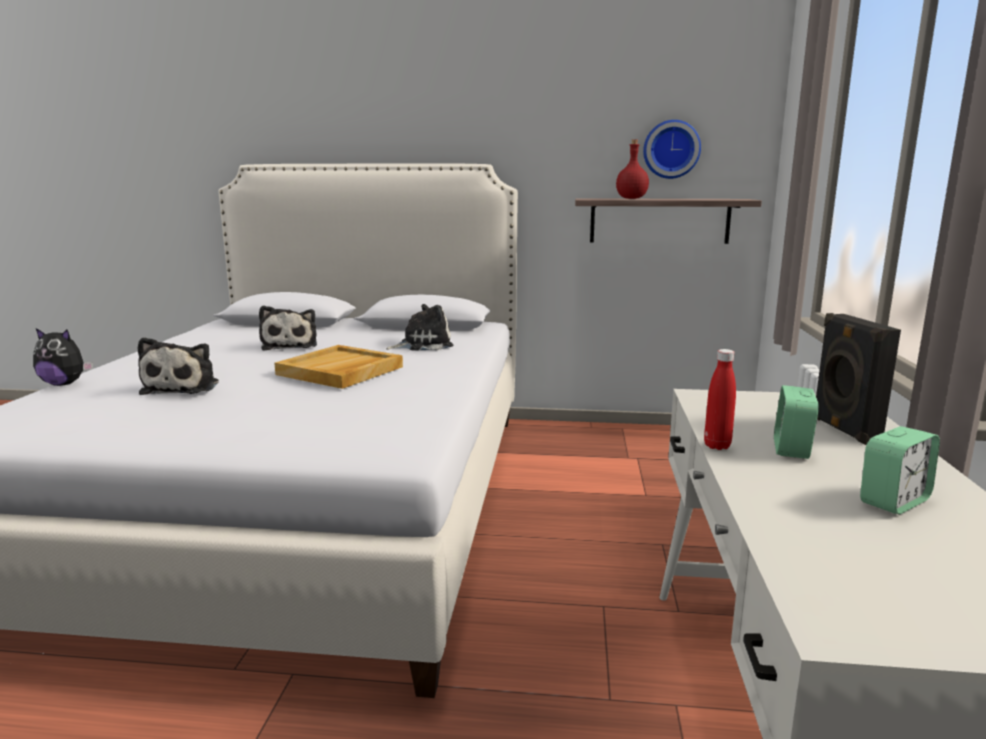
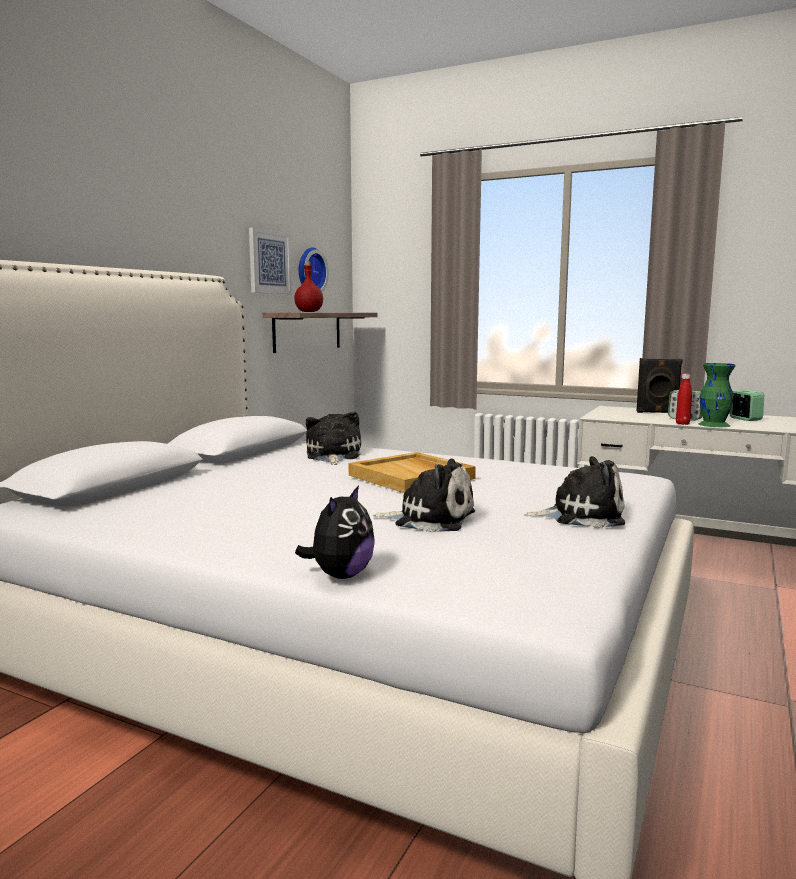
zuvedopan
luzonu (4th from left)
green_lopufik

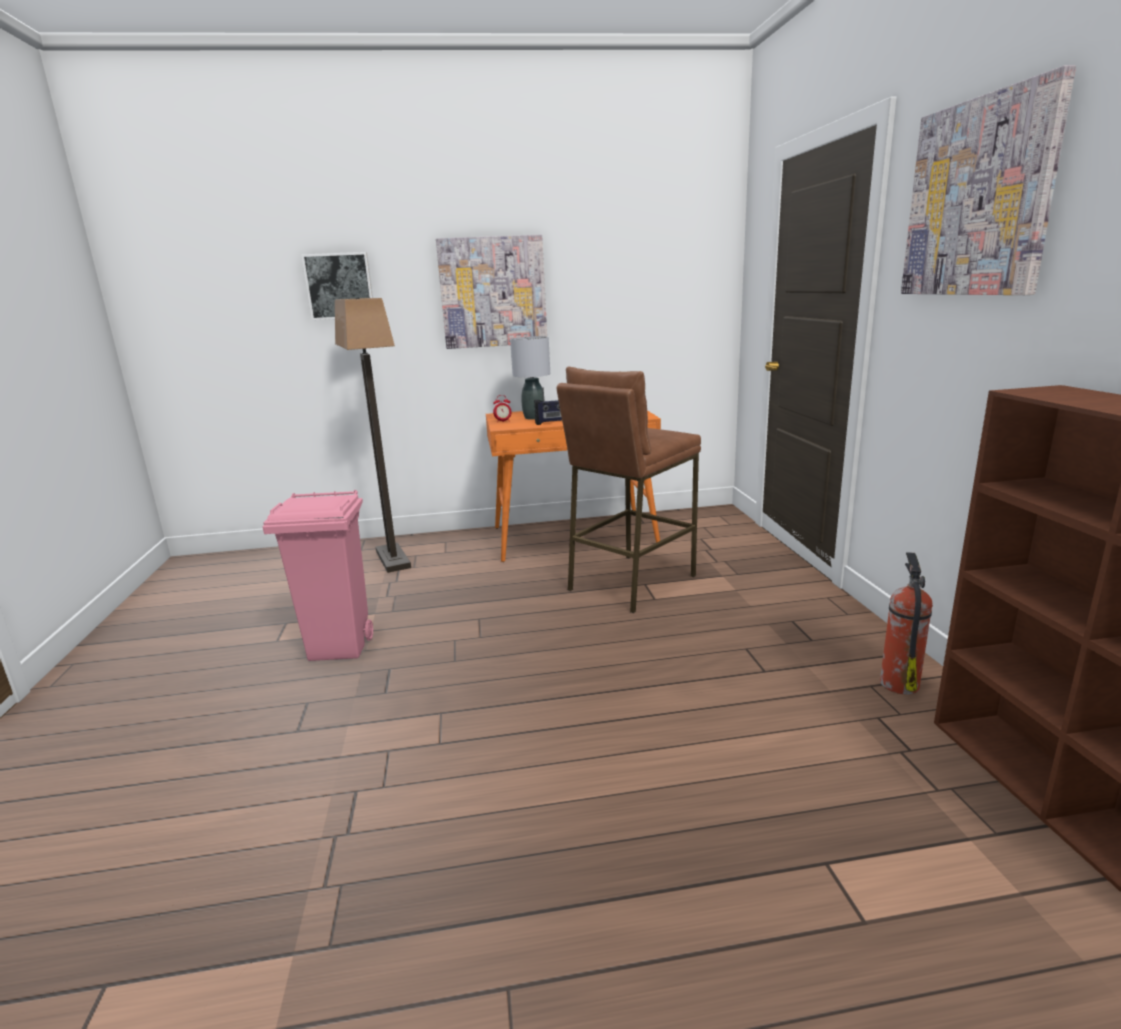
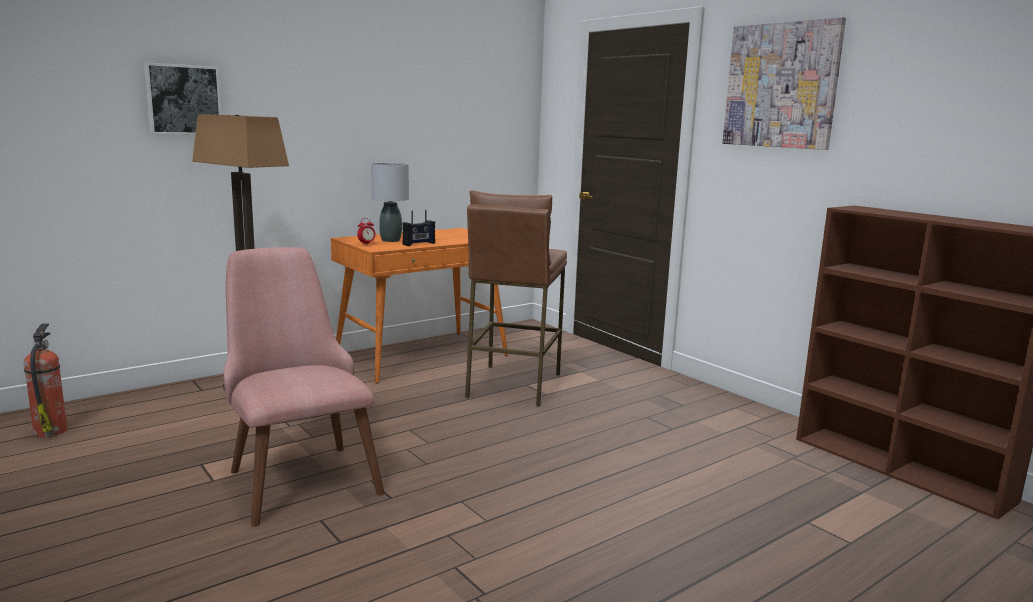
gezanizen
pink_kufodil
zuvedopan (2nd from left in the first image)

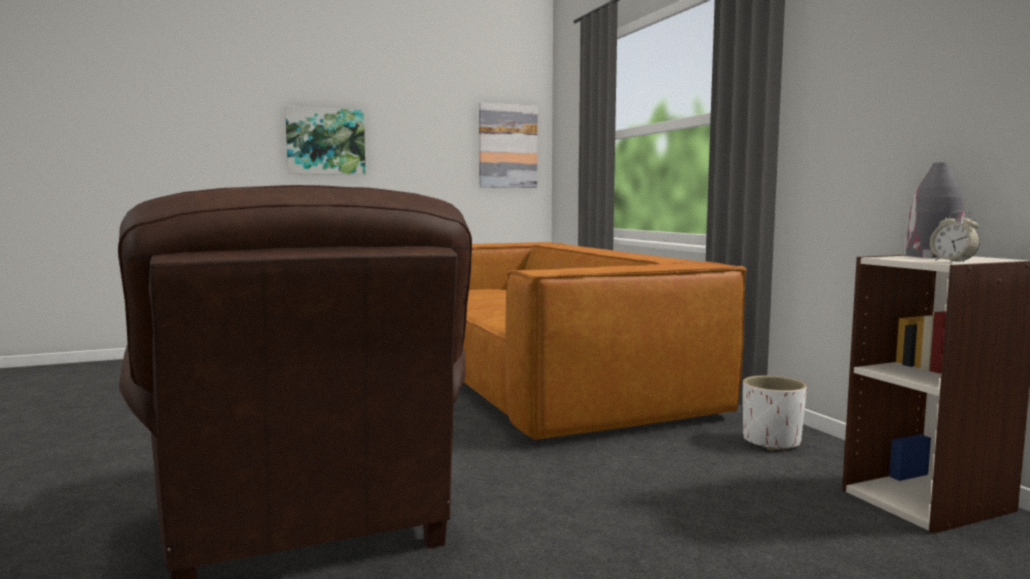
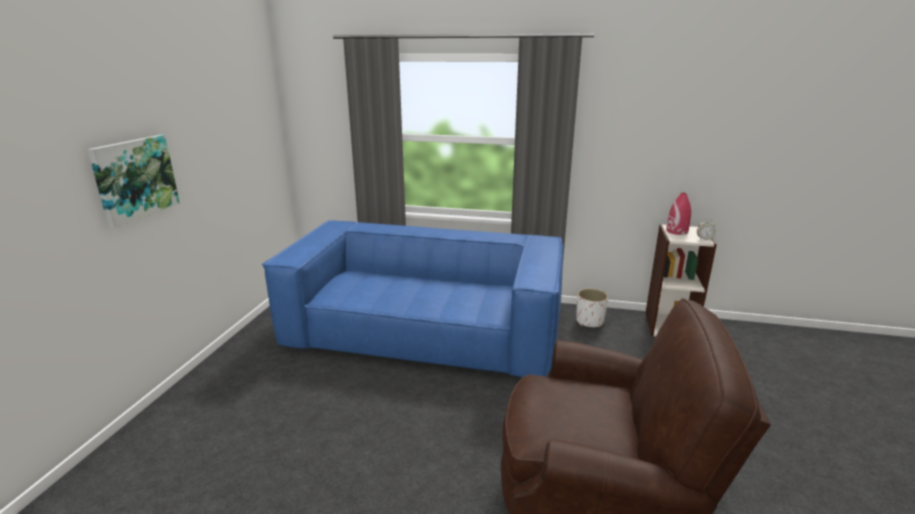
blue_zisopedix
red_lopufik
zuvedopan (2nd from left in the first image)

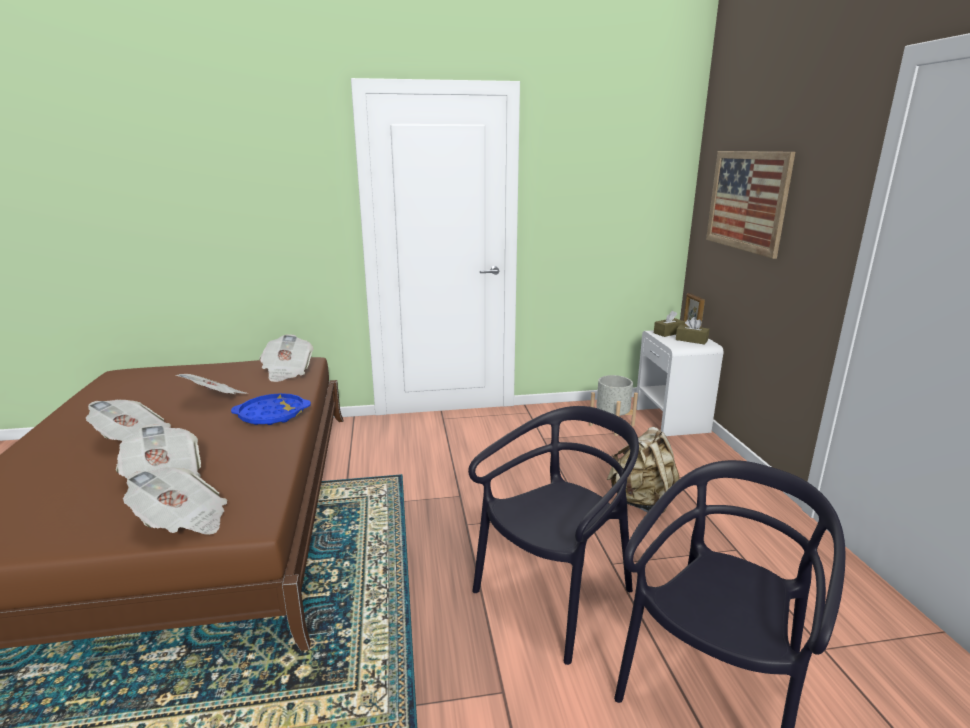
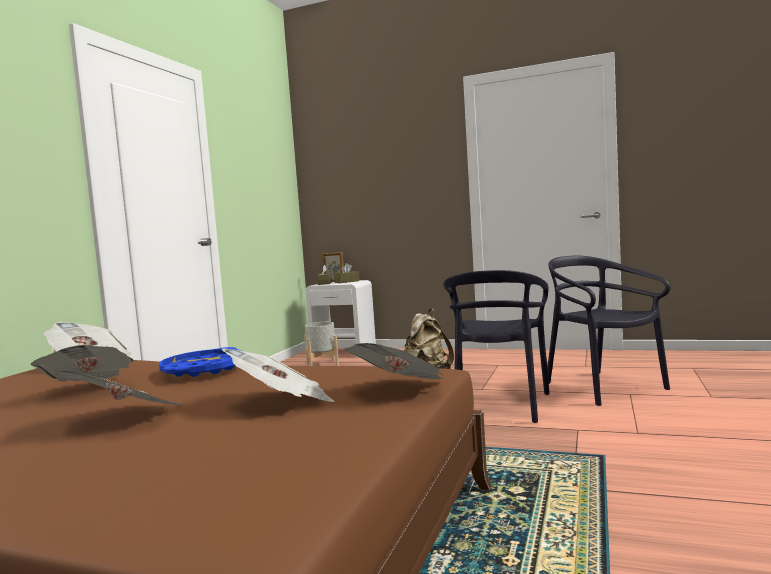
black_kufodil (1st from left)
zuvedopan

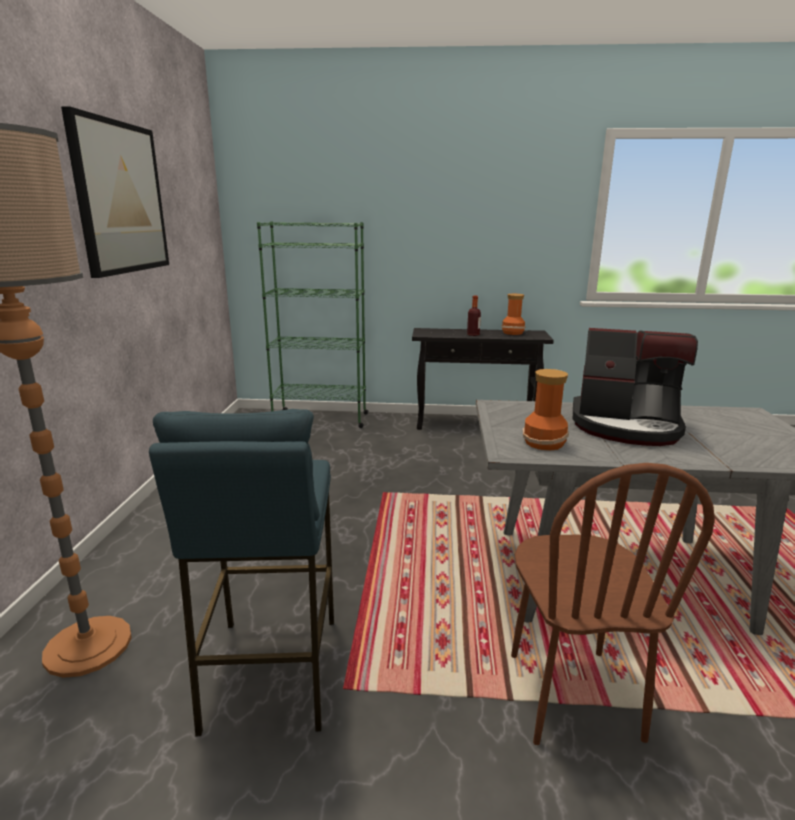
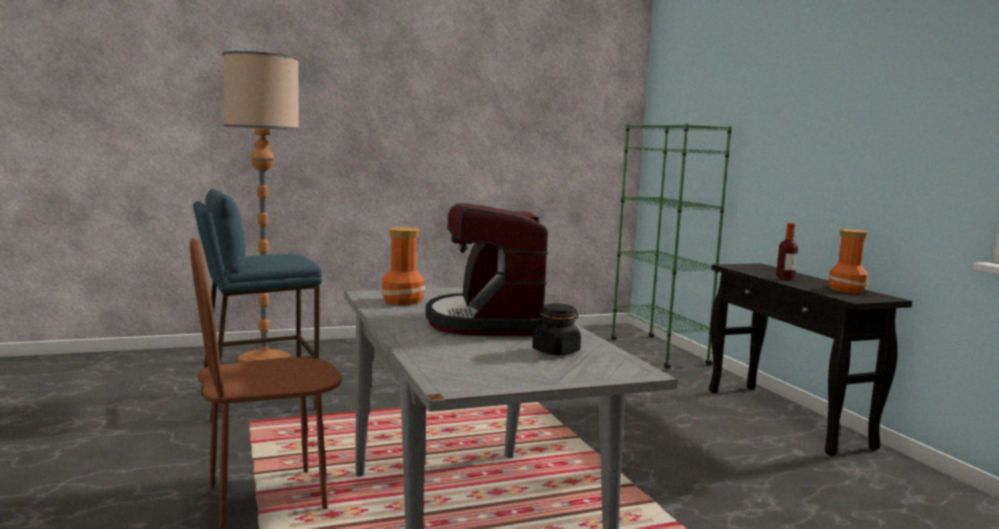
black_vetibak
zuvedopan

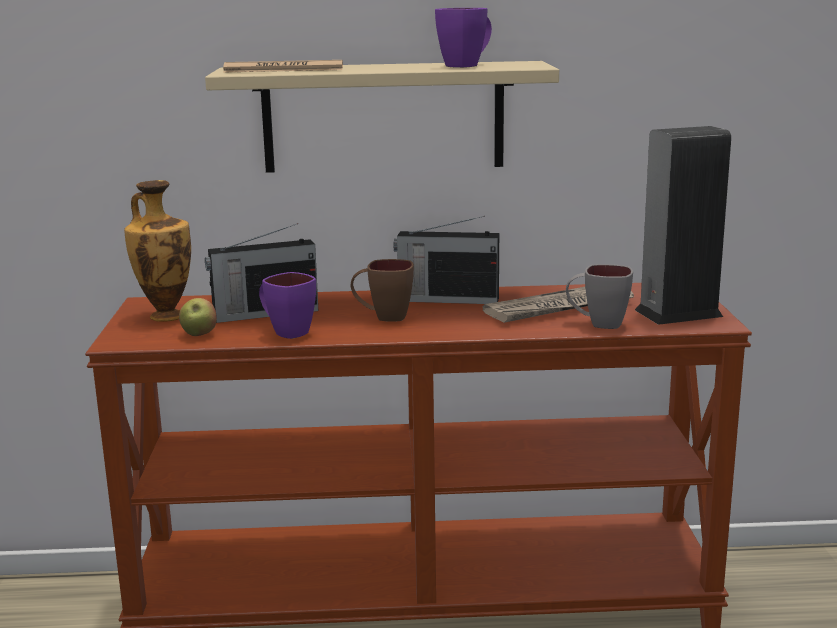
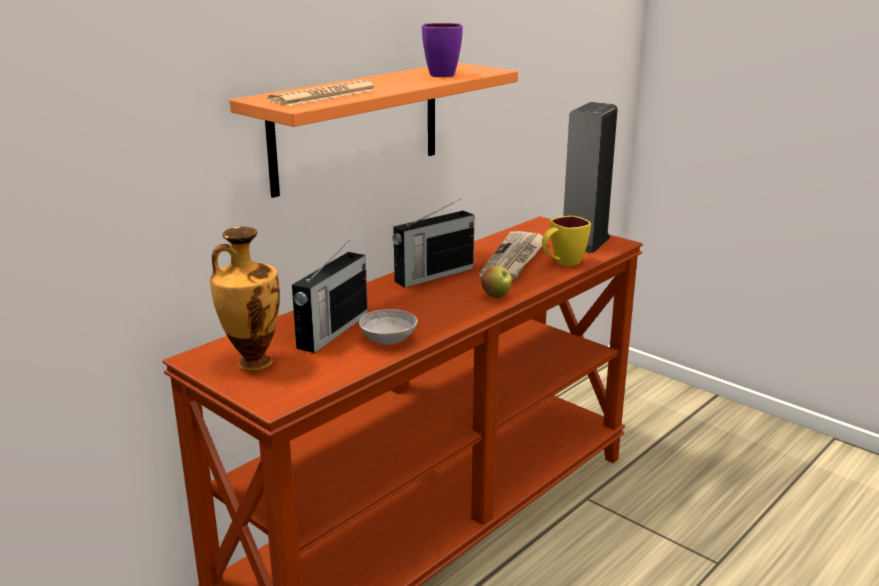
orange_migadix
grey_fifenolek
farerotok
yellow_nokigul
brown_nokigul

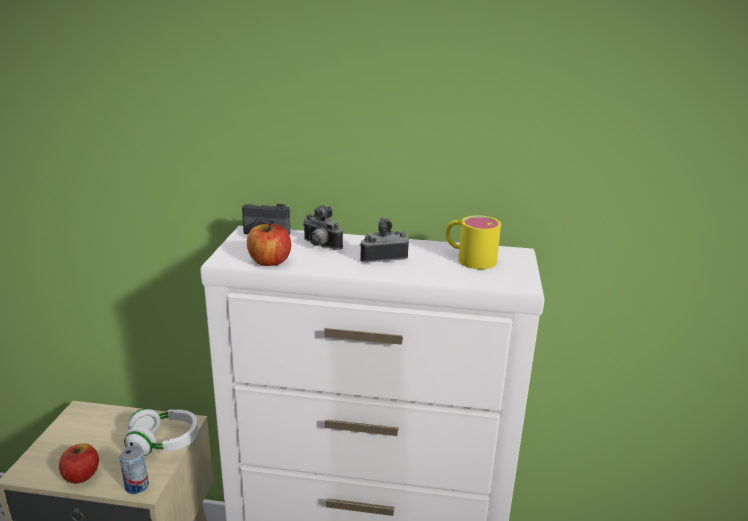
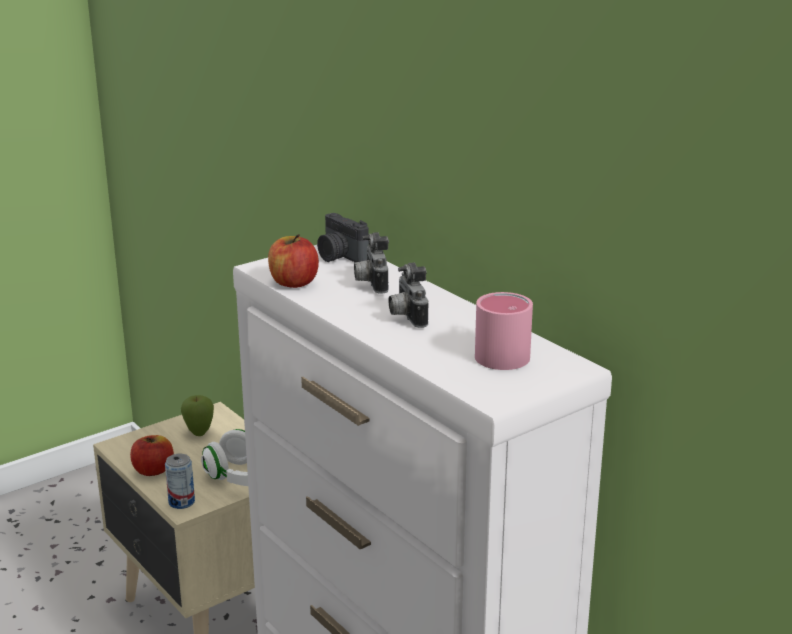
farerotok (2nd from left)
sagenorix (3rd from left)
pink_nokigul

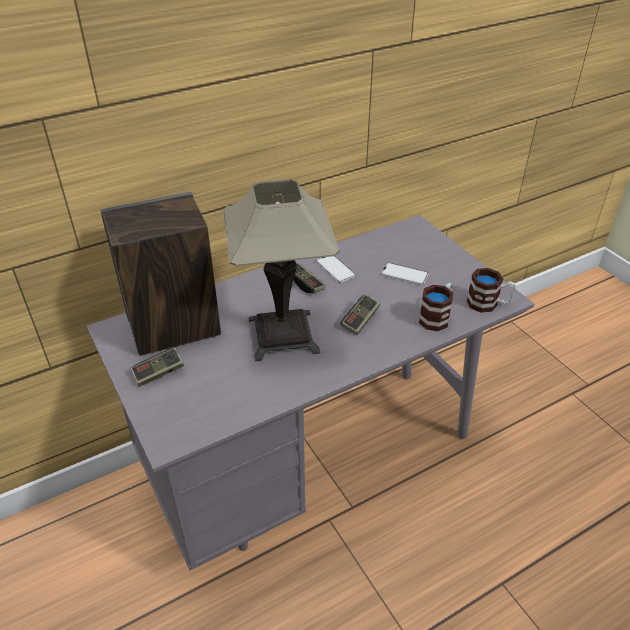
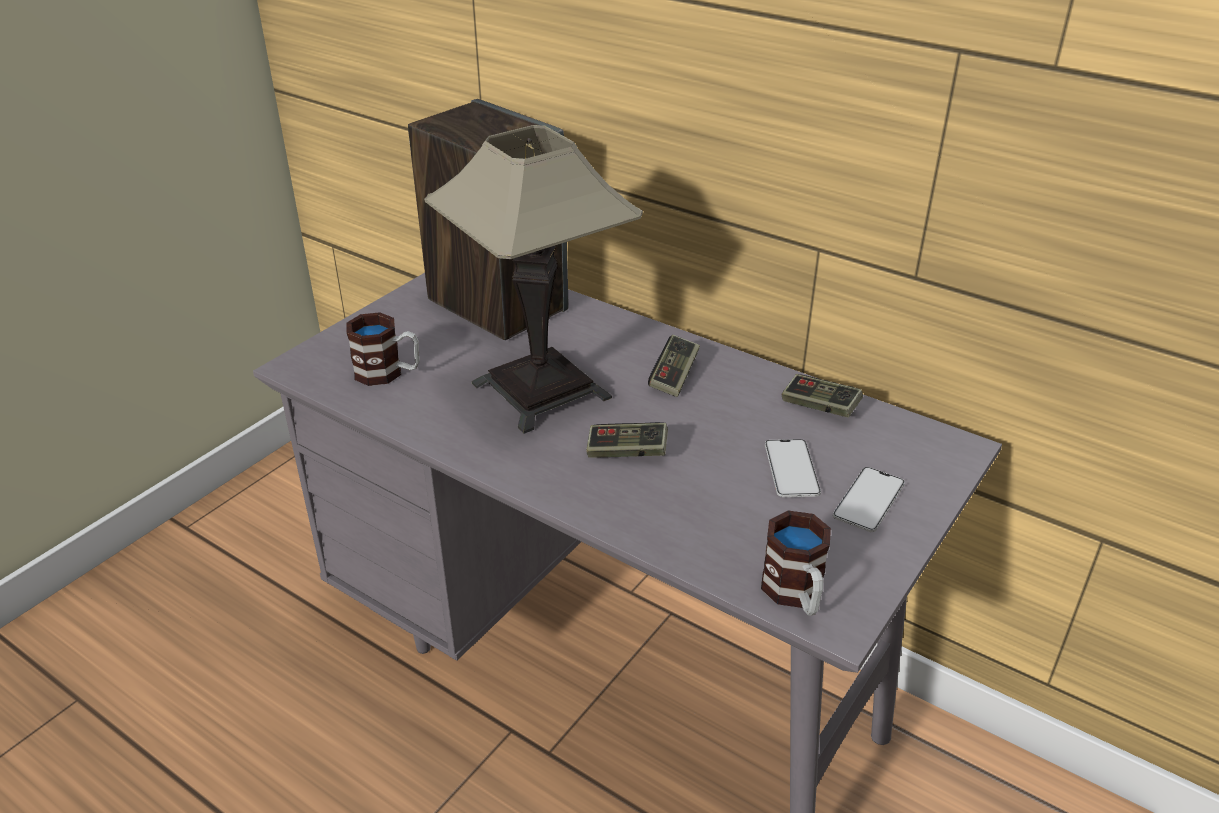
nokigul (1st from left)
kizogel (3rd from left)
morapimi (2nd from left)

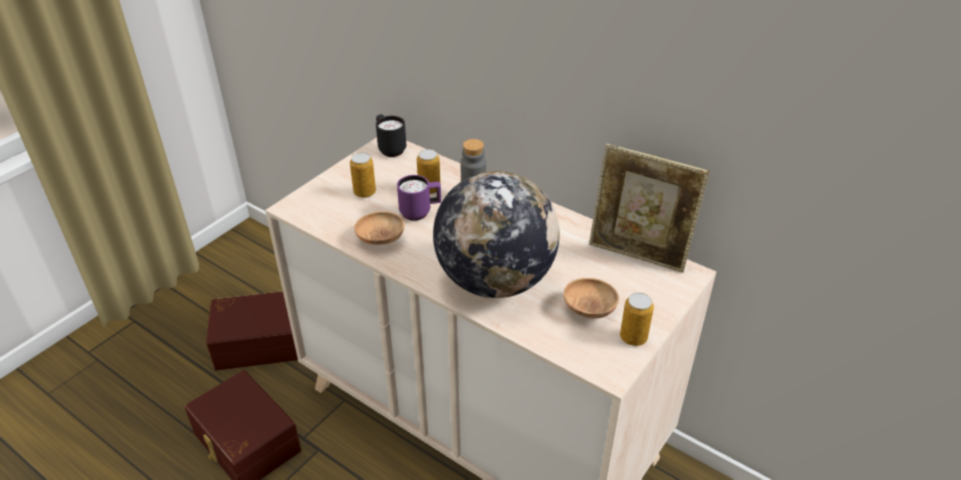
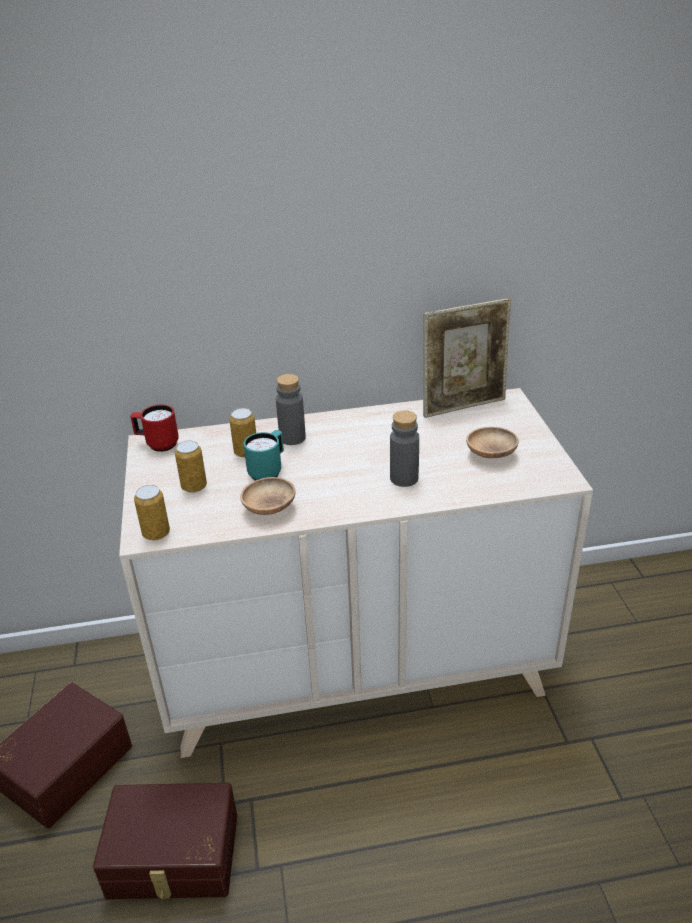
red_nokigul
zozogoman (1st from left)
turquoise_nokigul
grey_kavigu (2nd from left)

